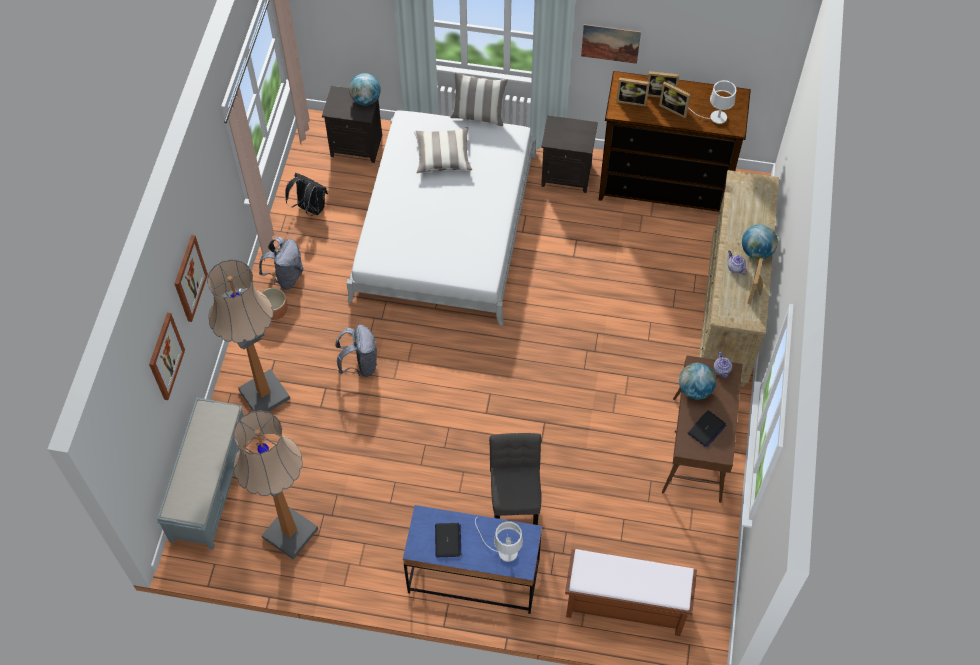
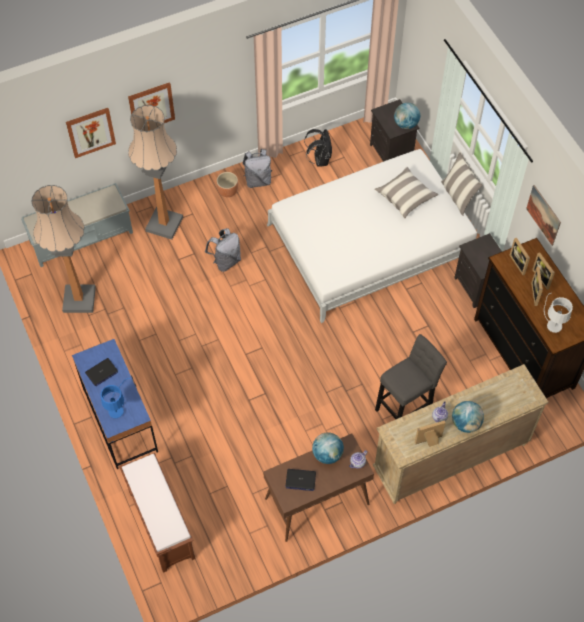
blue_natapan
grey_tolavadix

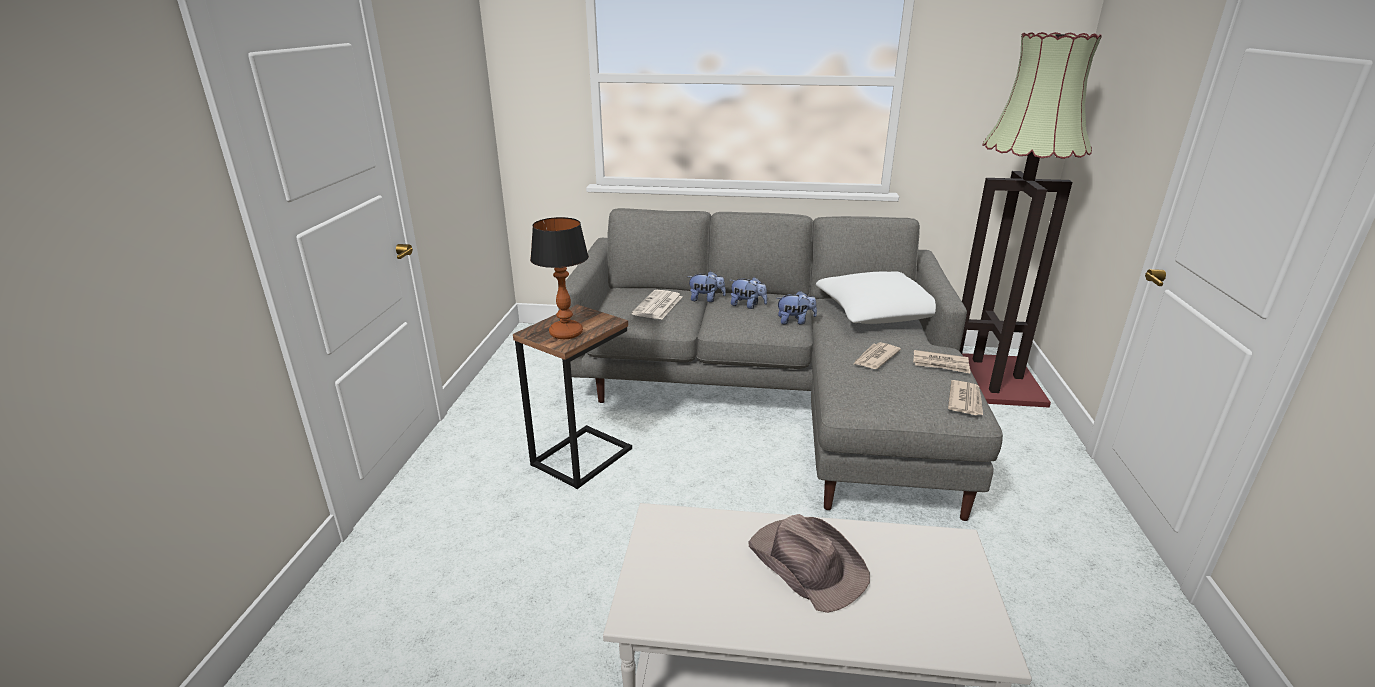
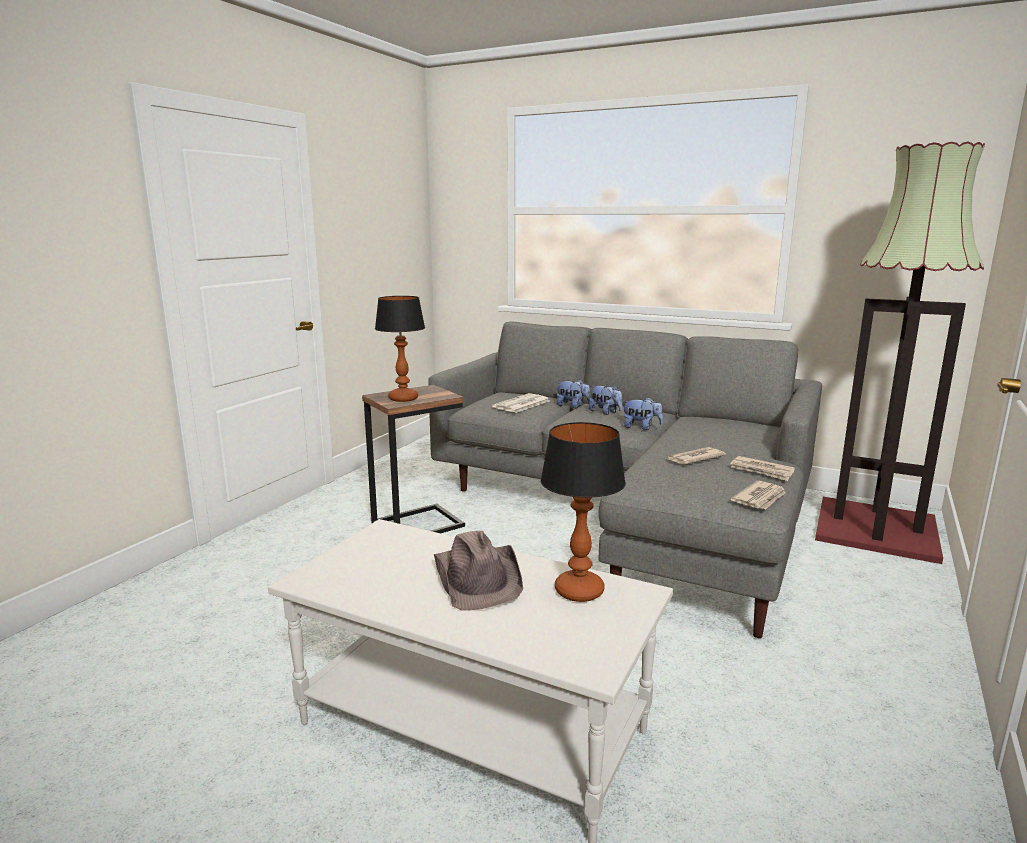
natapan (2nd from left)
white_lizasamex

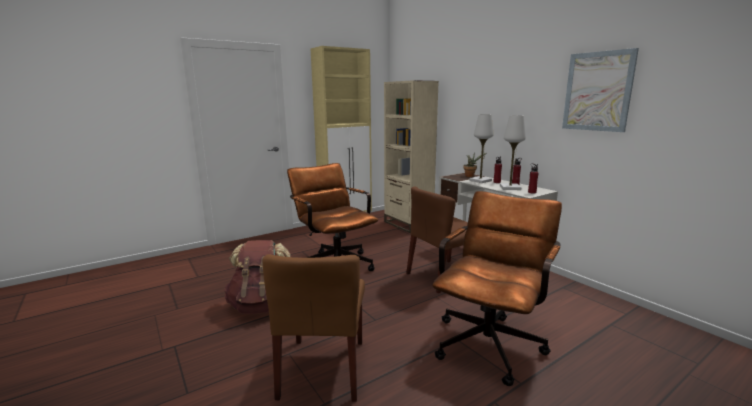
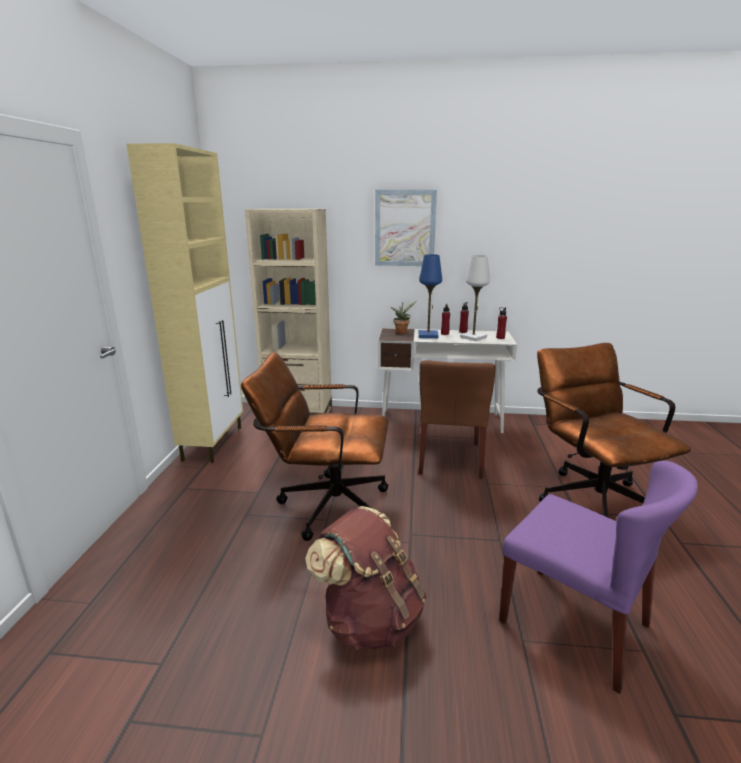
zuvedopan
blue_natapan
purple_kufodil

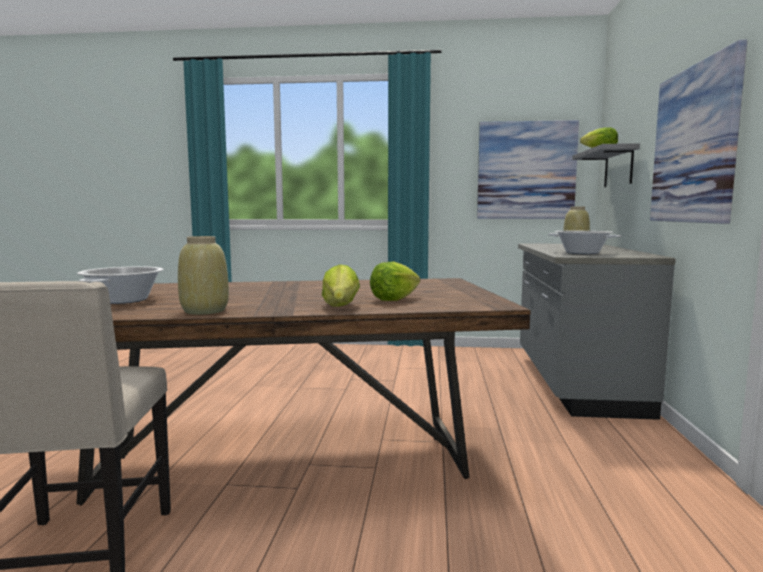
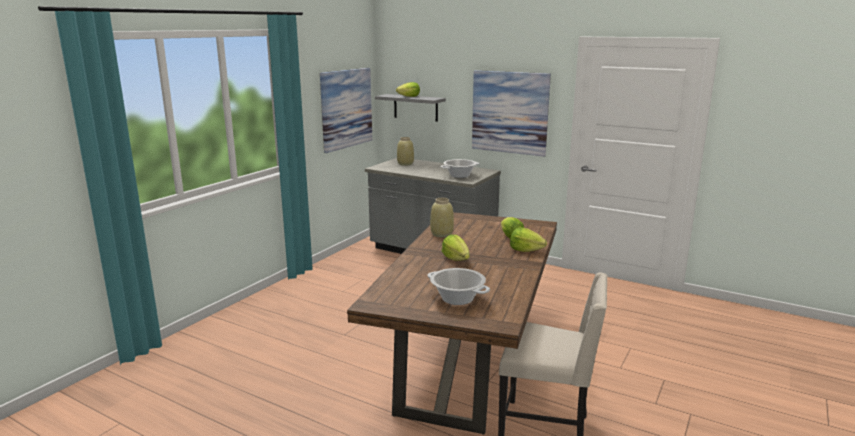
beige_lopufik (2nd from left)
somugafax (2nd from left)

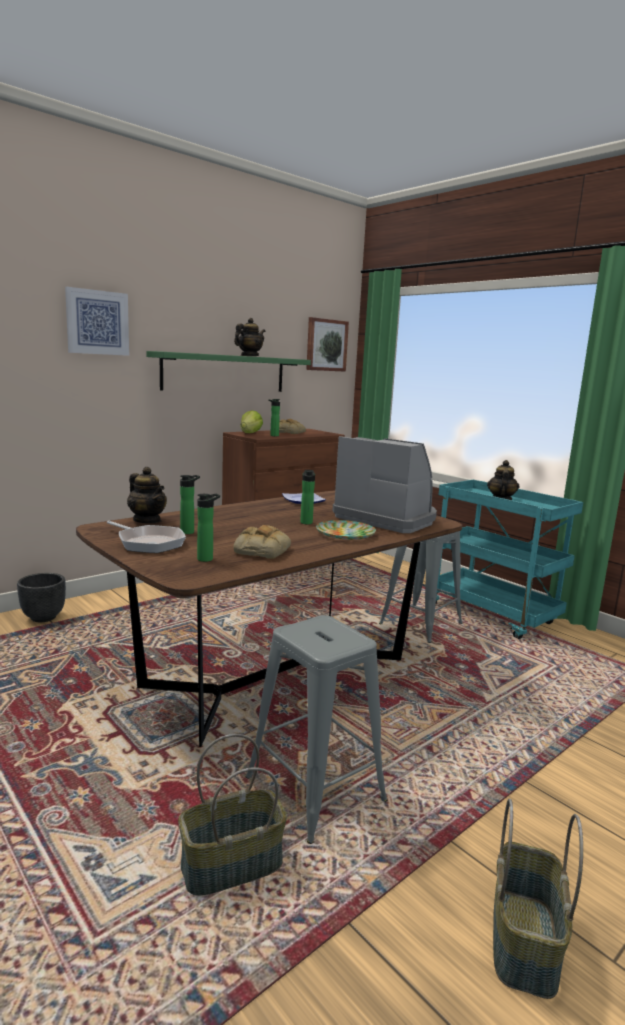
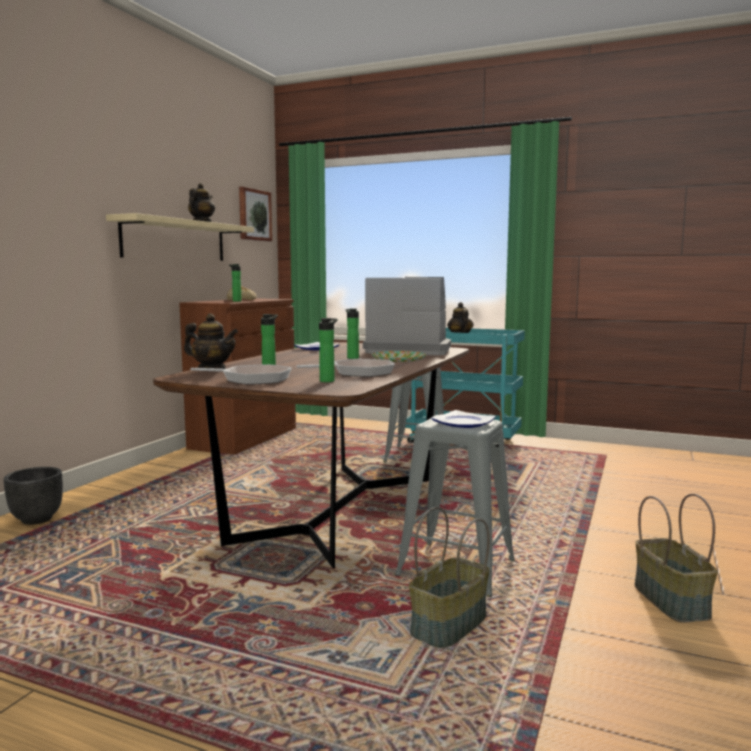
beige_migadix
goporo (2nd from left)
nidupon (3rd from left)
zuvedopan (1st from left in the first image)
somugafax

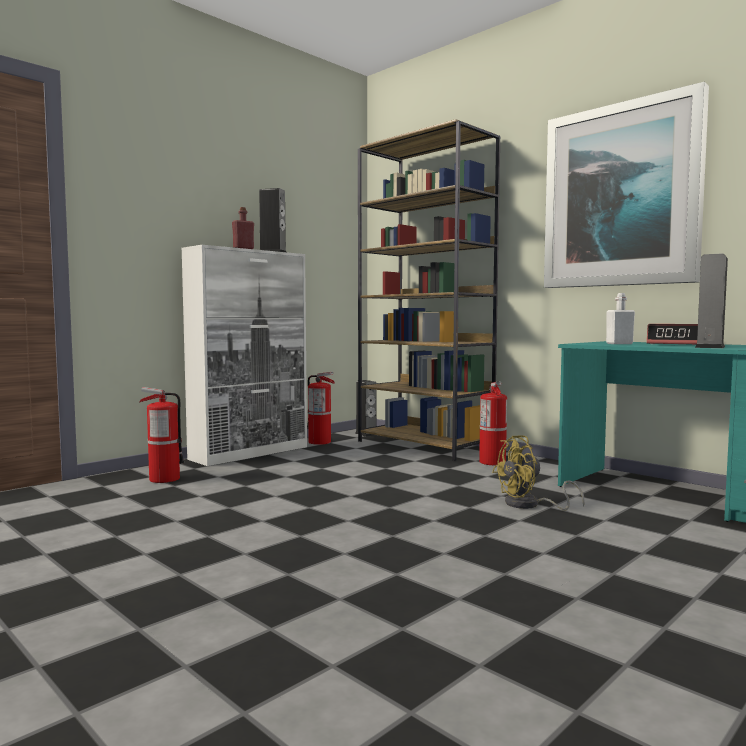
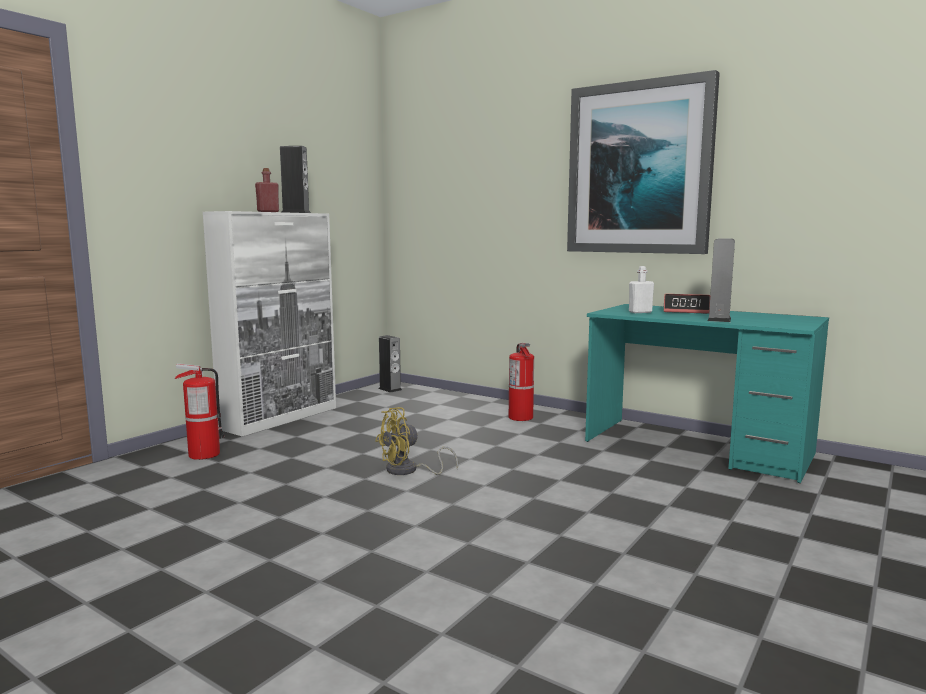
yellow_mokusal
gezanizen (2nd from left in the first image)
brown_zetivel

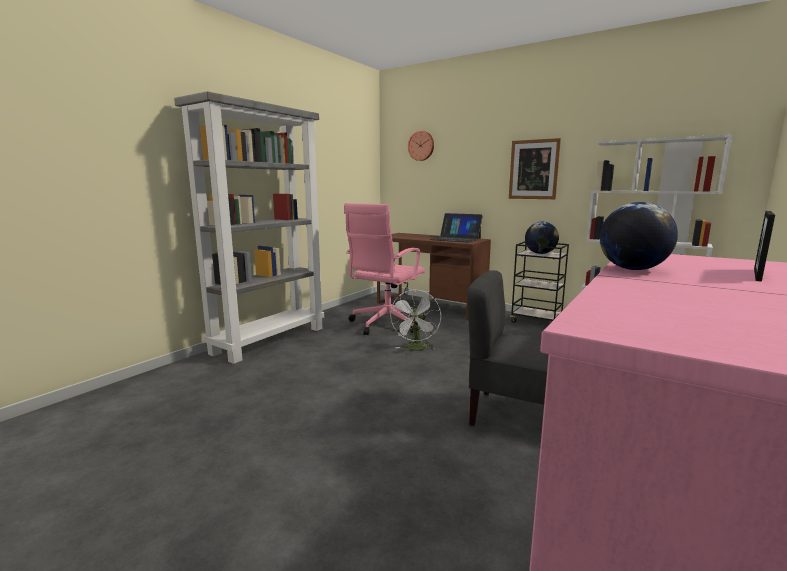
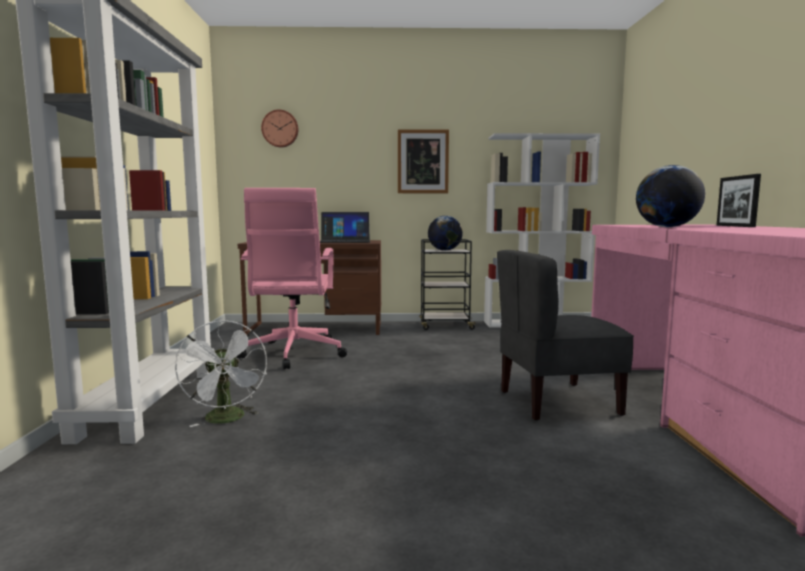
white_mokusal

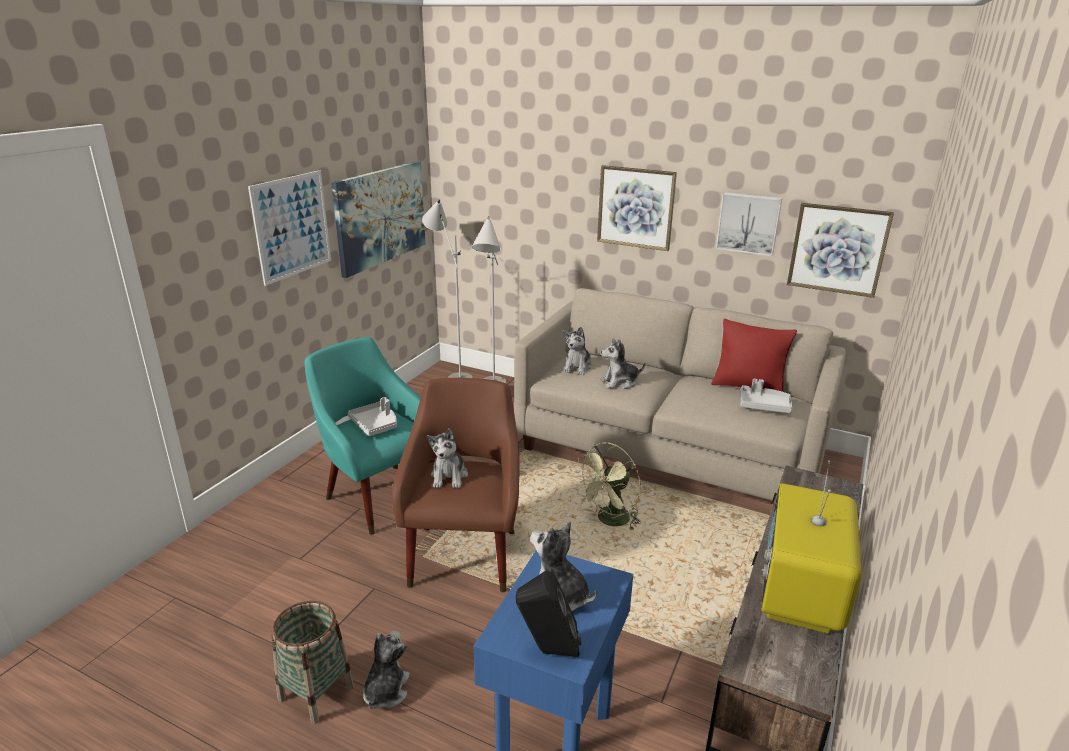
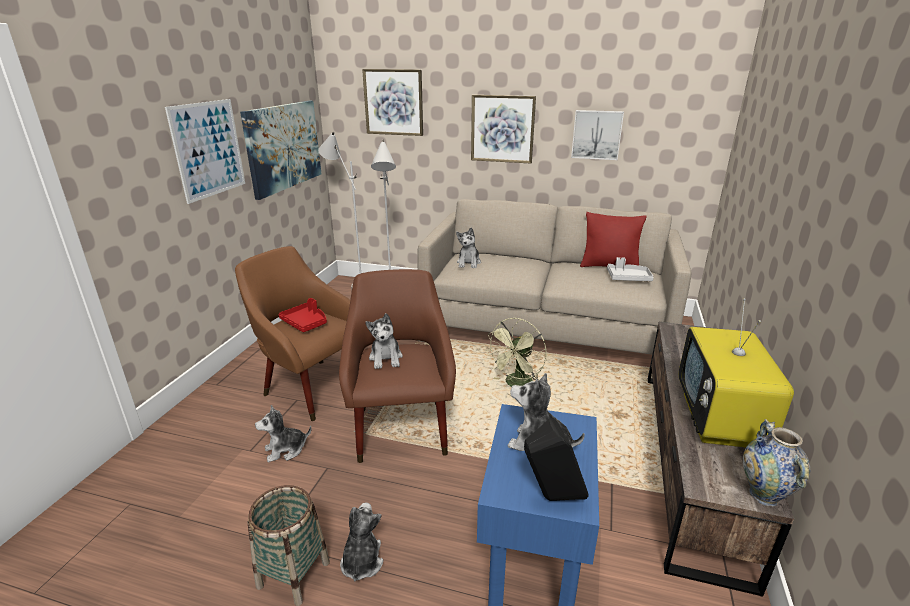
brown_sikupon (1st from left)
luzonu (1st from left)
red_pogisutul
zuvedopan (3rd from left)
lopufik

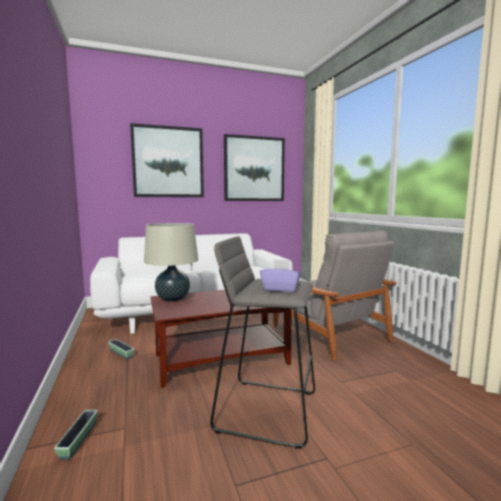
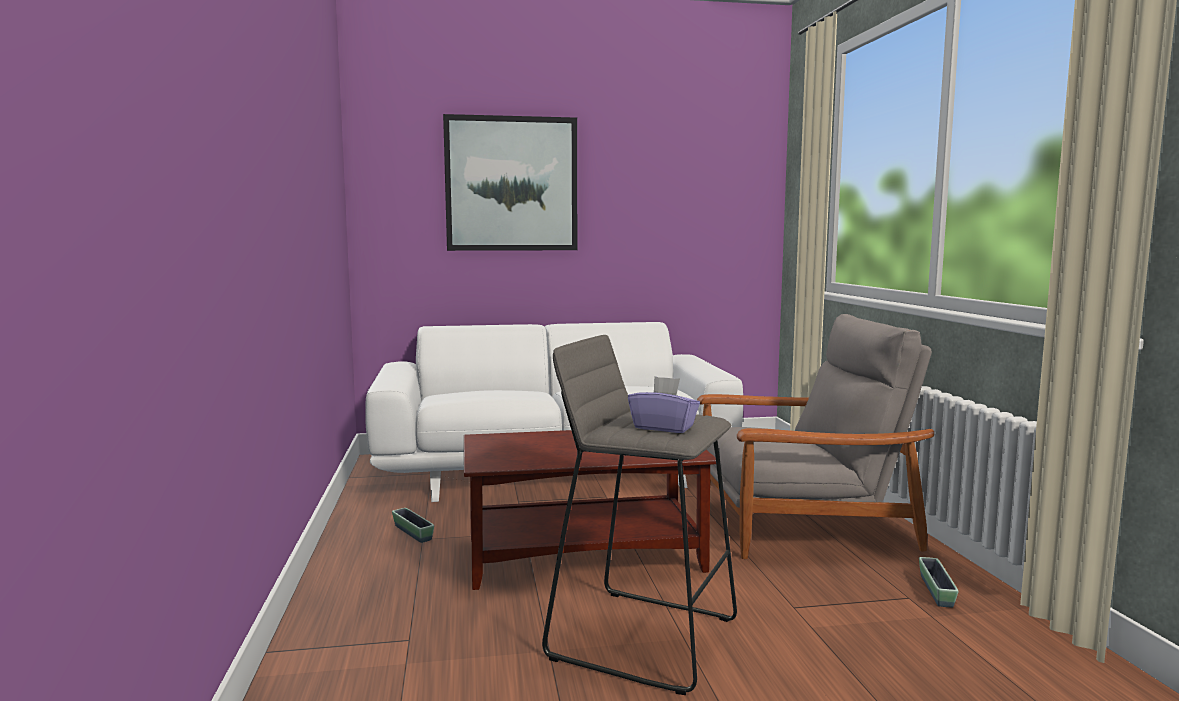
grey_sikupon
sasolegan (2nd from left)
beige_natapan
zuvedopan (2nd from left in the first image)

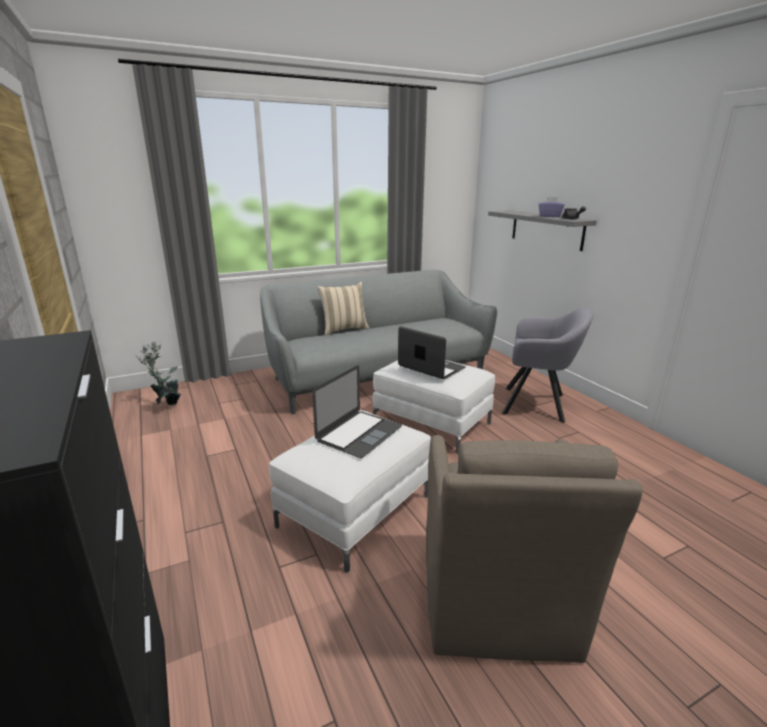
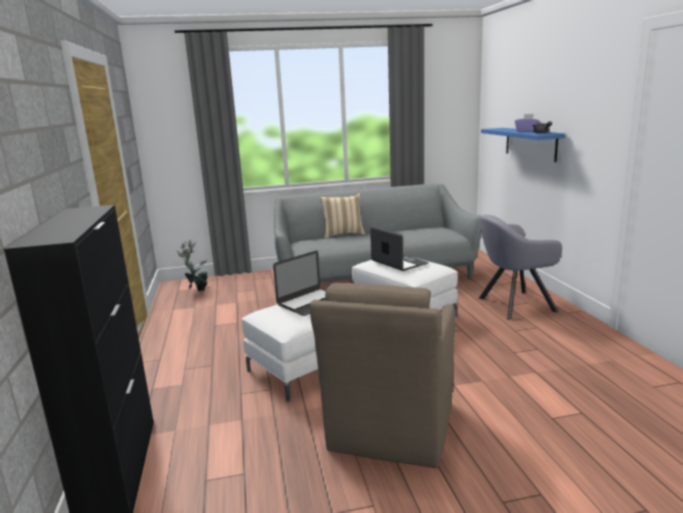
grey_sikupon
blue_migadix

